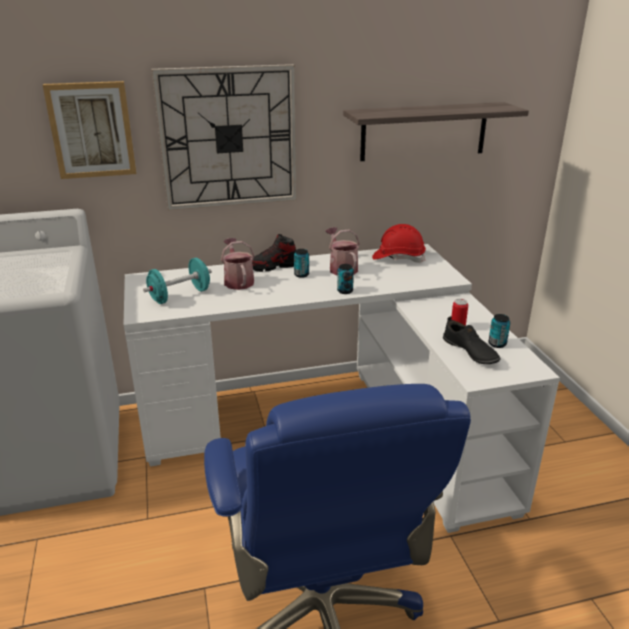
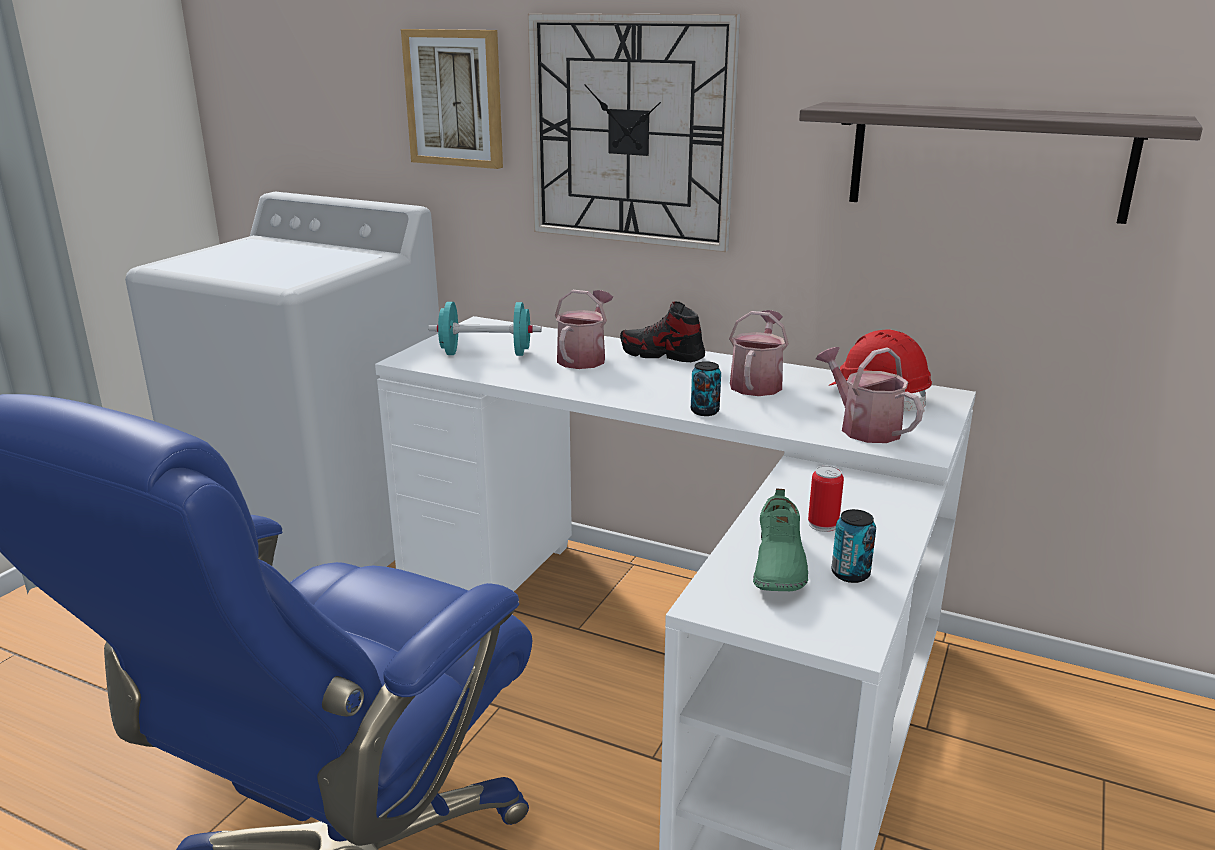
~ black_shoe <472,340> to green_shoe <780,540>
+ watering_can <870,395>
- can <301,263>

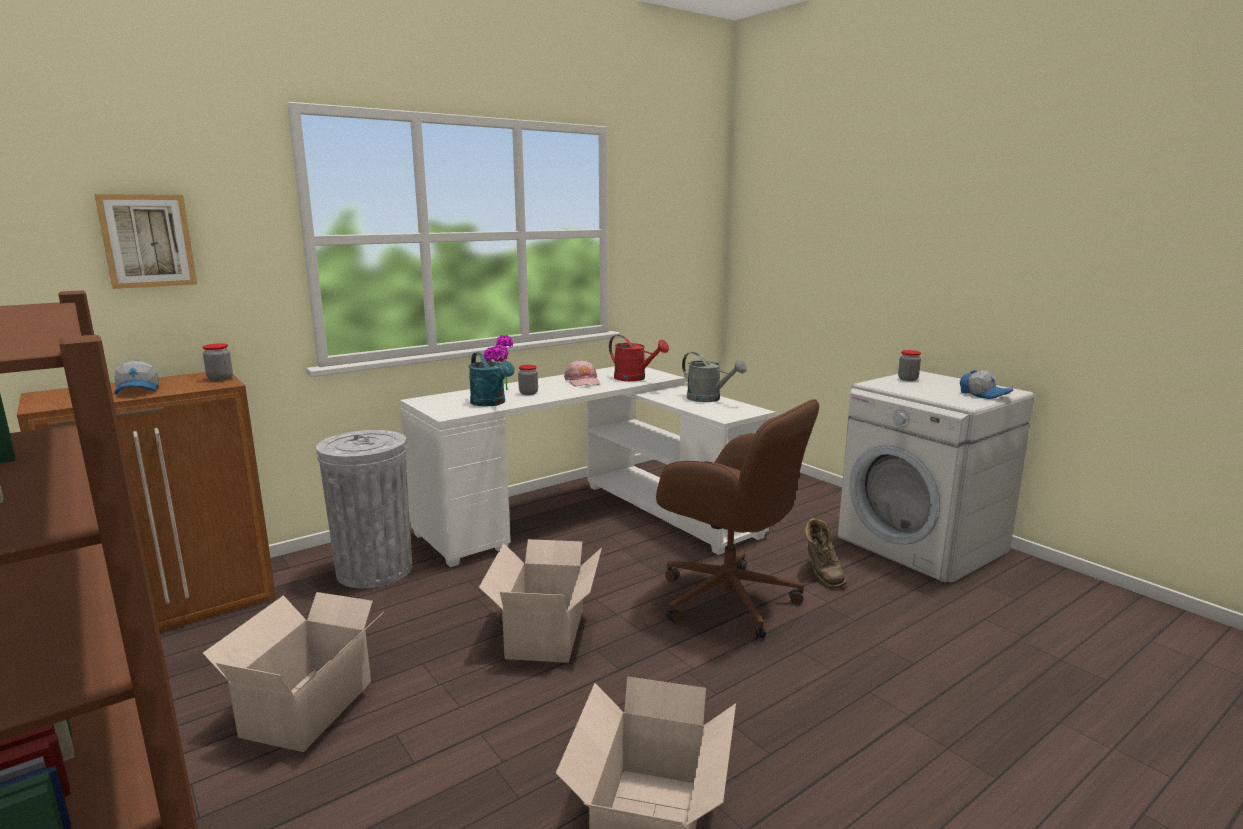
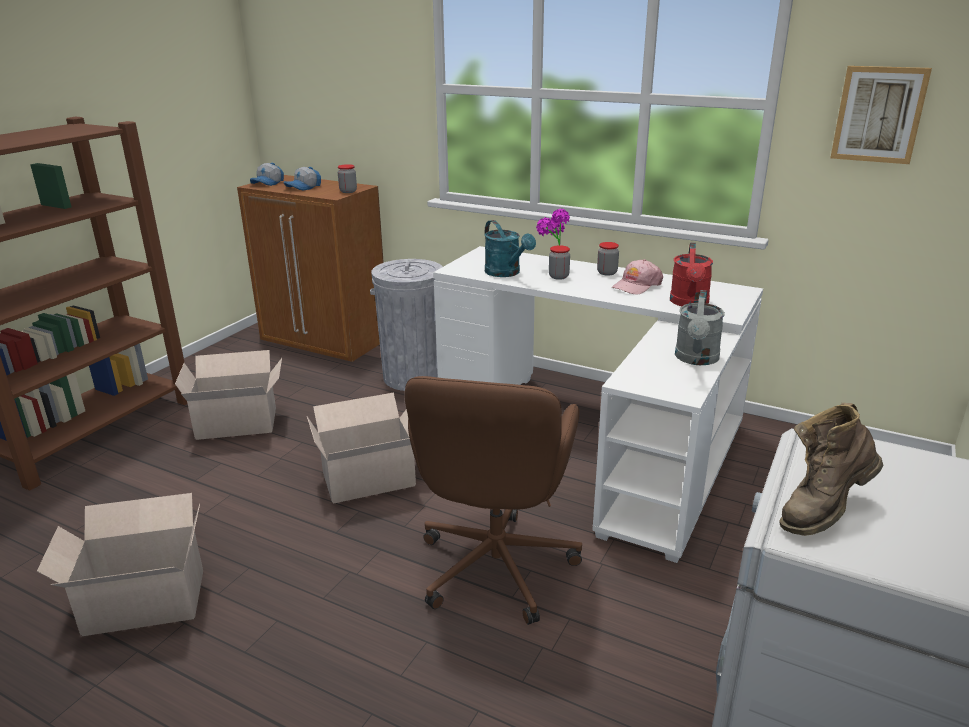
~ cap <986,384> to <267,174>
~ turquoise_watering_can <491,379> = <510,248> 60 degrees counterclockwise
~ jar <909,365> to <608,259>
~ brown_boot <826,553> to <831,469>
~ picture <145,241> to <881,115>

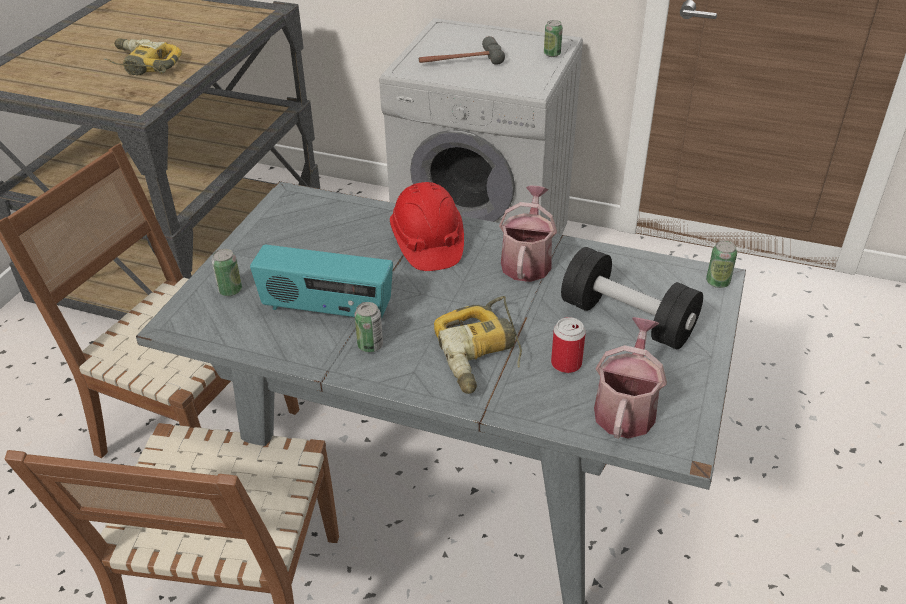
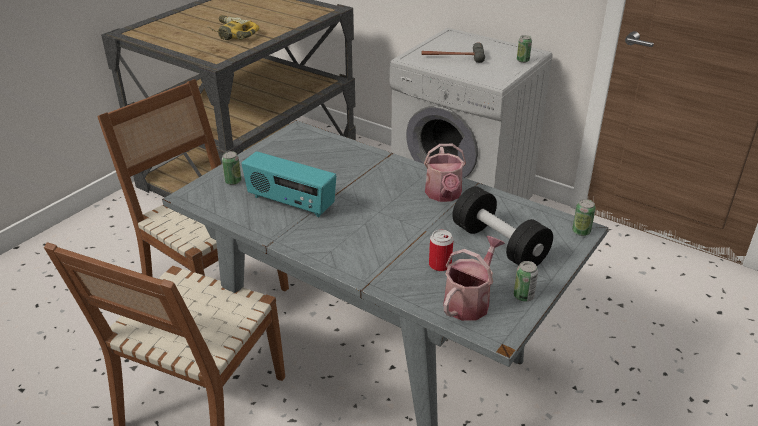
~ watering_can <528,234> = <445,173> 150 degrees clockwise
~ can <368,327> to <526,281>
- red_hard_hat <427,226>
- power_drill <478,345>

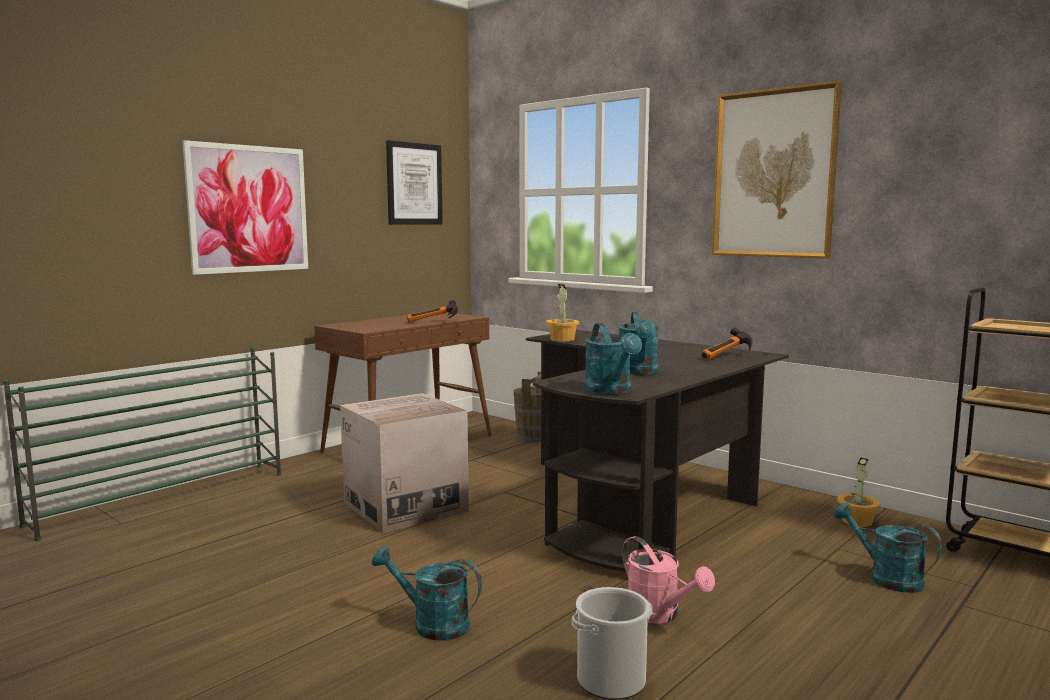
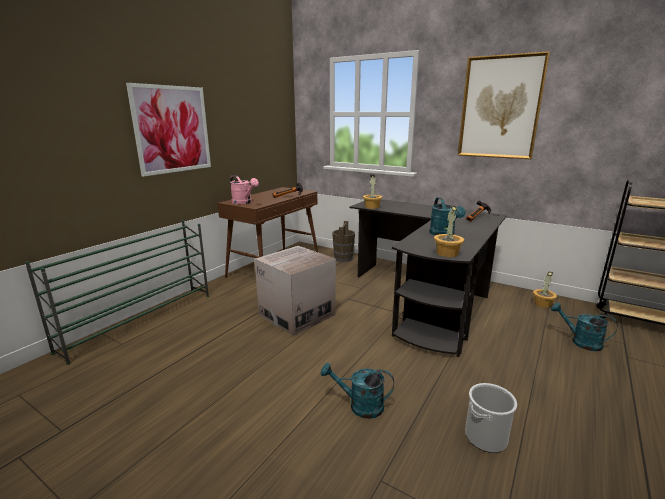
~ pink_watering_can <668,580> to <244,189>
~ turquoise_watering_can <613,359> to potted_plant <449,231>
- picture <414,182>

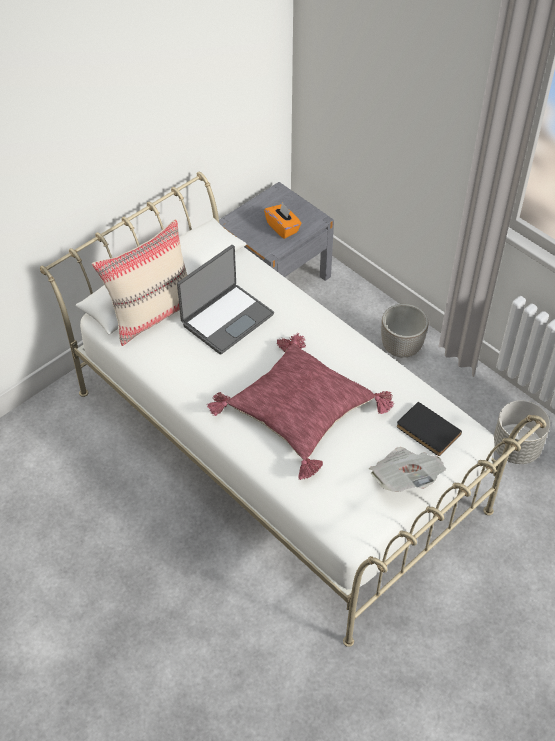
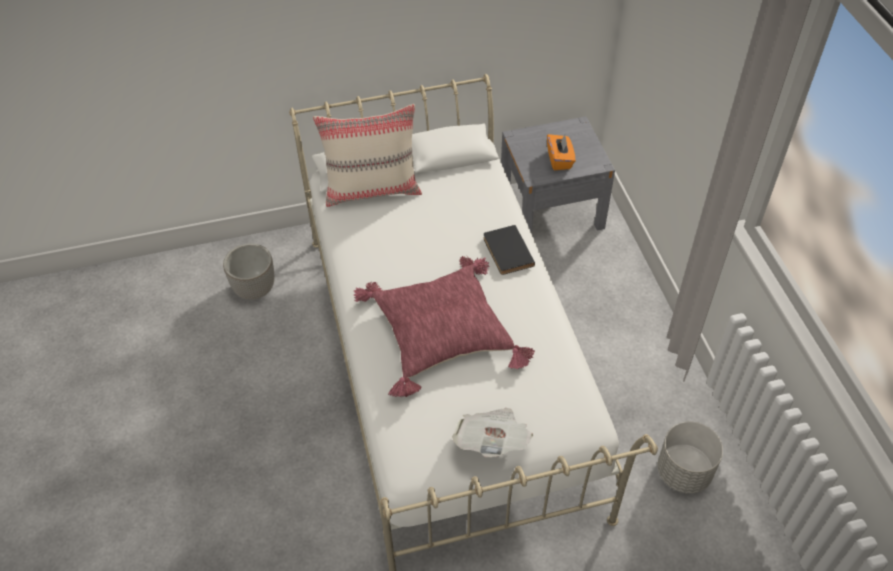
~ planter <404,331> to <248,271>
~ black_book <429,429> to <509,250>
- laptop <225,300>

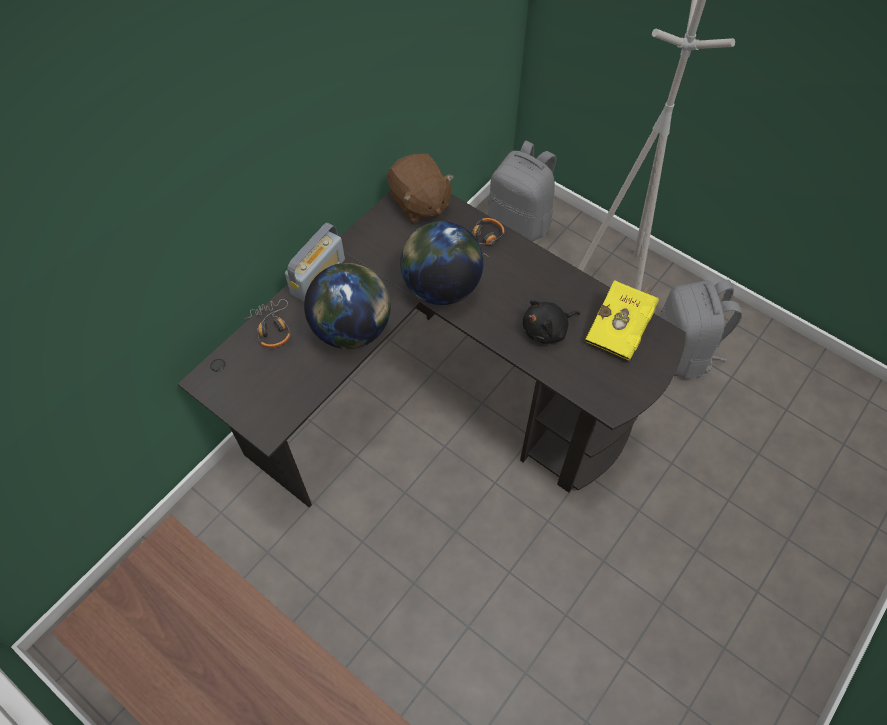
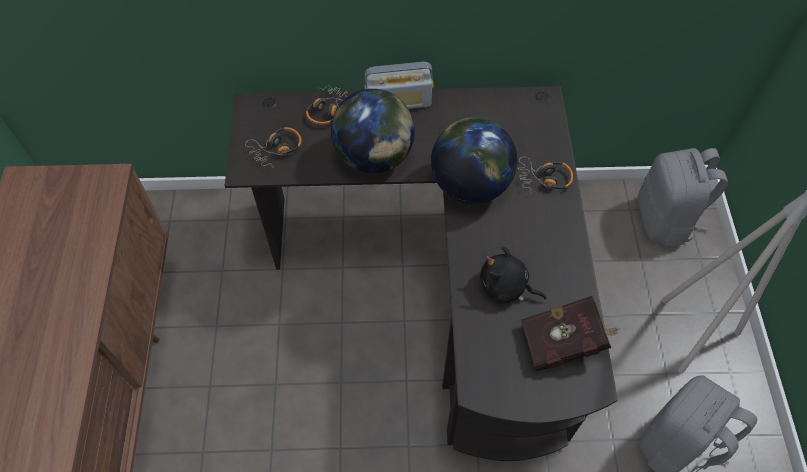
+ headphones <273,147>
~ yellow_book <622,320> to red_book <570,333>
- brown_plush_toy <420,188>

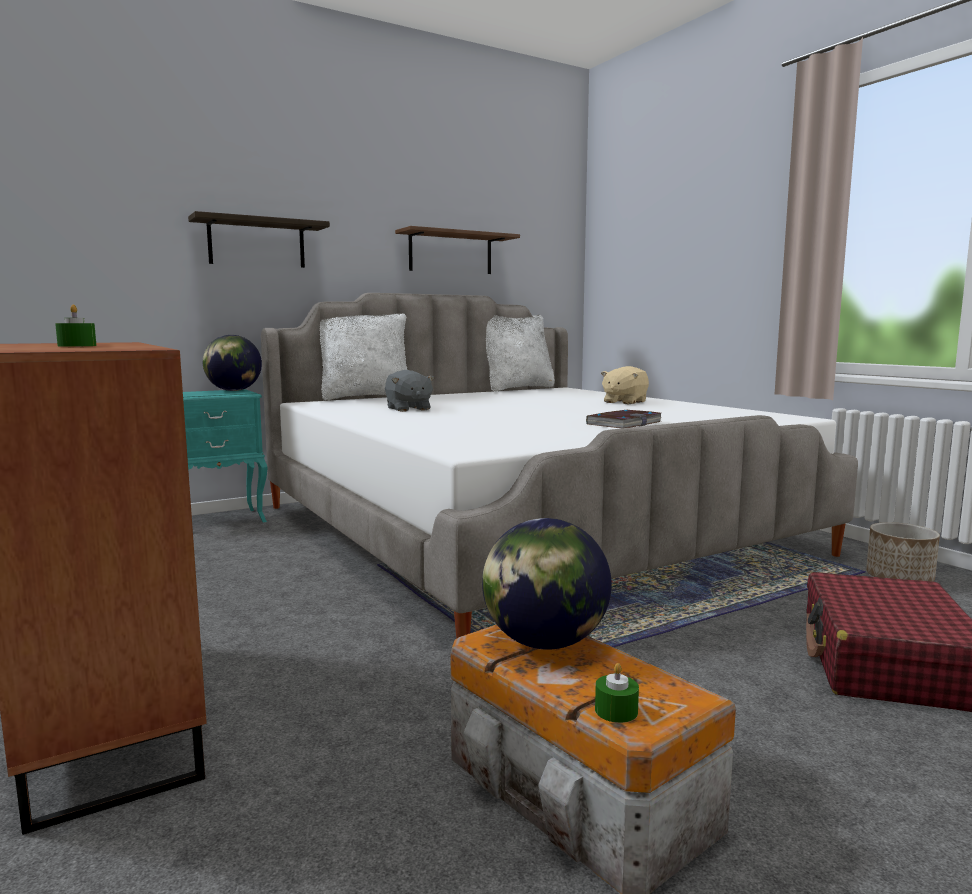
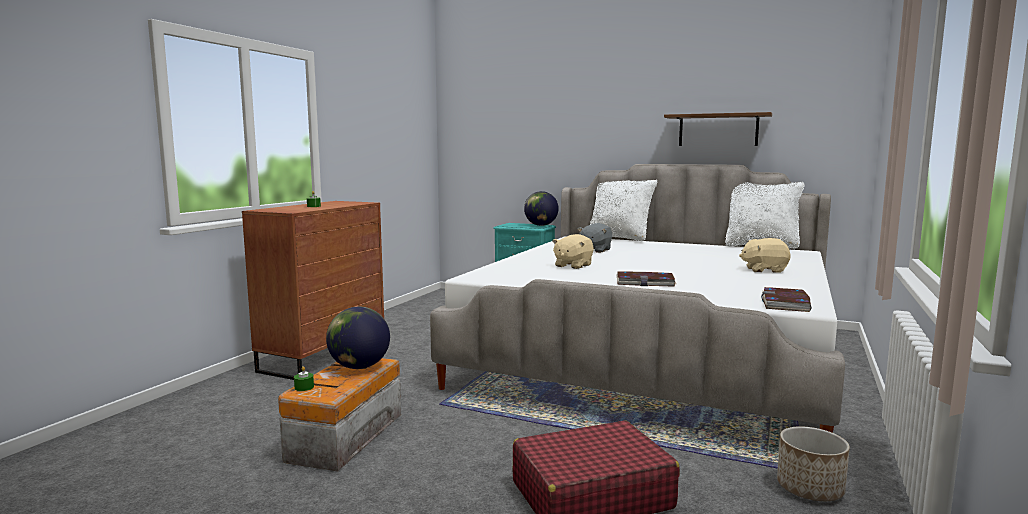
+ beige_plush_toy <573,251>
+ book <786,299>
- shelf <259,239>

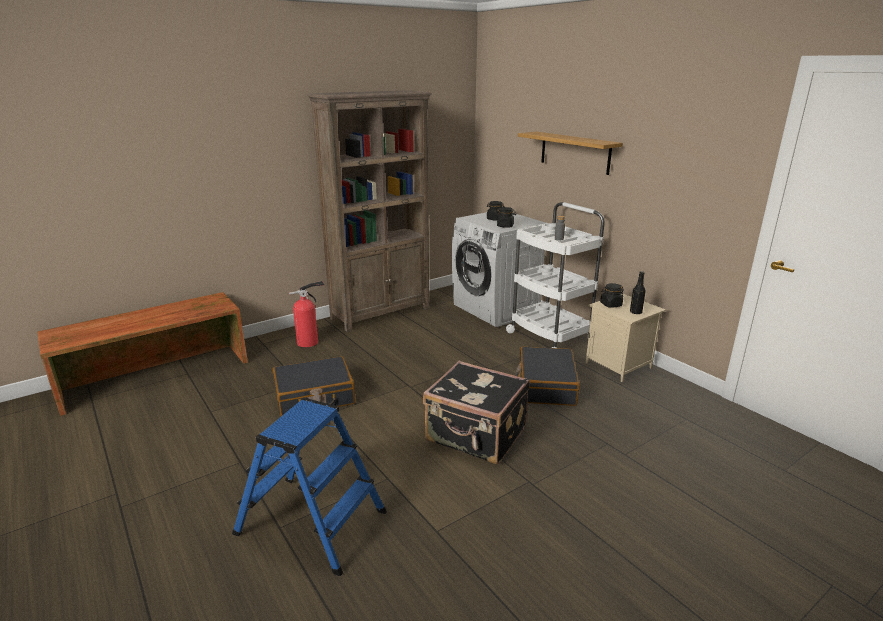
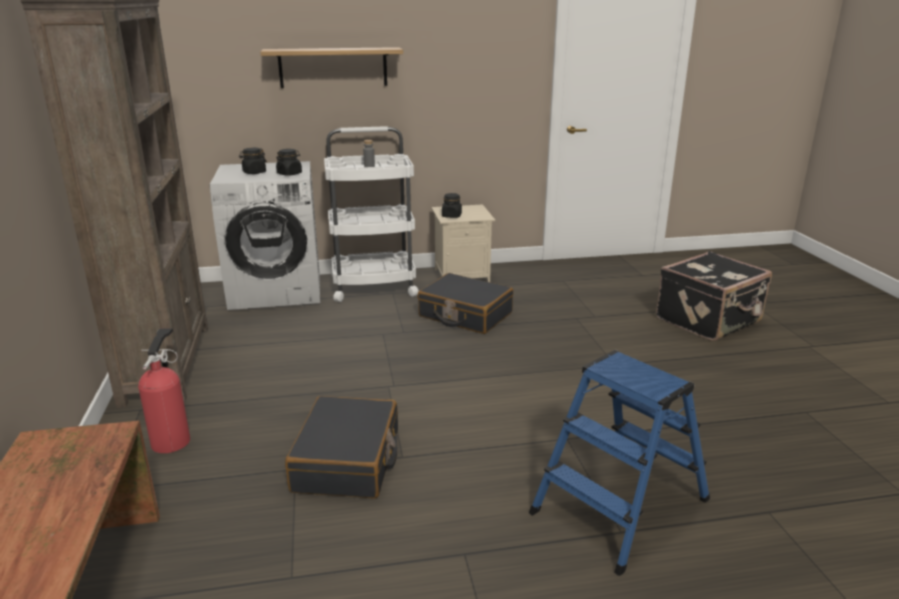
~ black_suitcase <476,412> to <714,296>
- black_bottle <638,292>

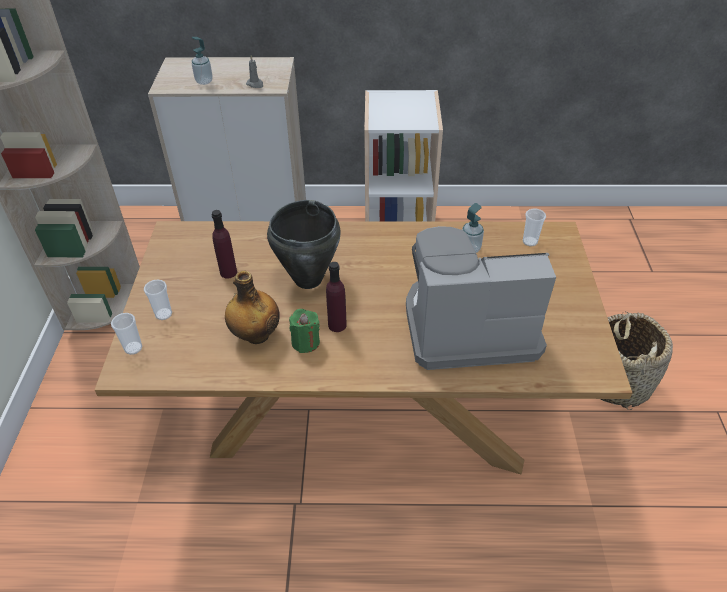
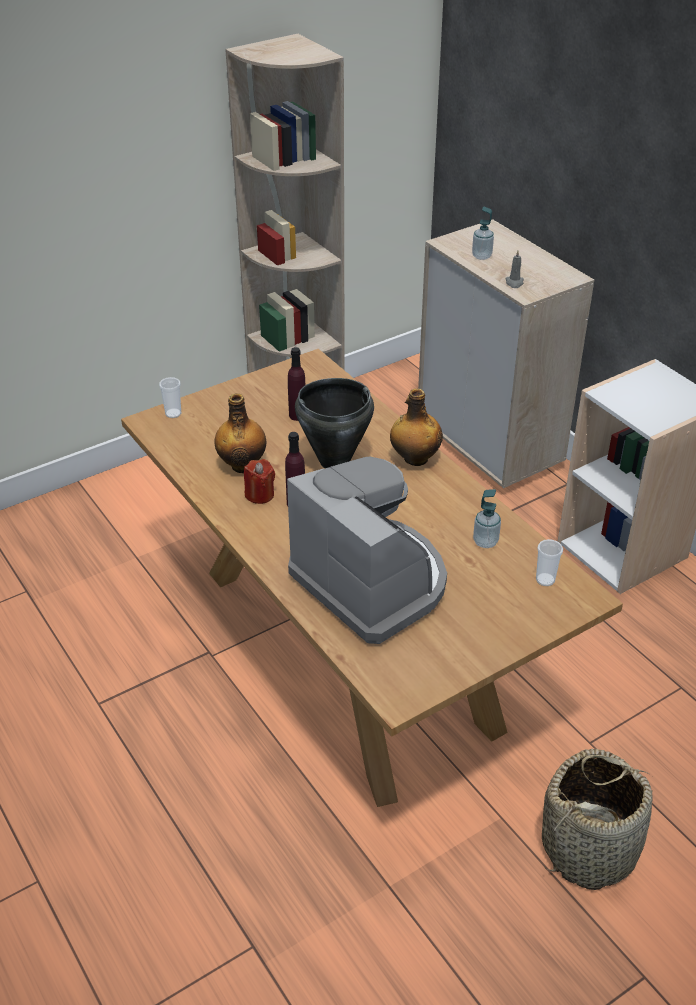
~ green_candle <304,331> to red_candle <259,481>
+ bottle <416,427>
- cup <158,299>

